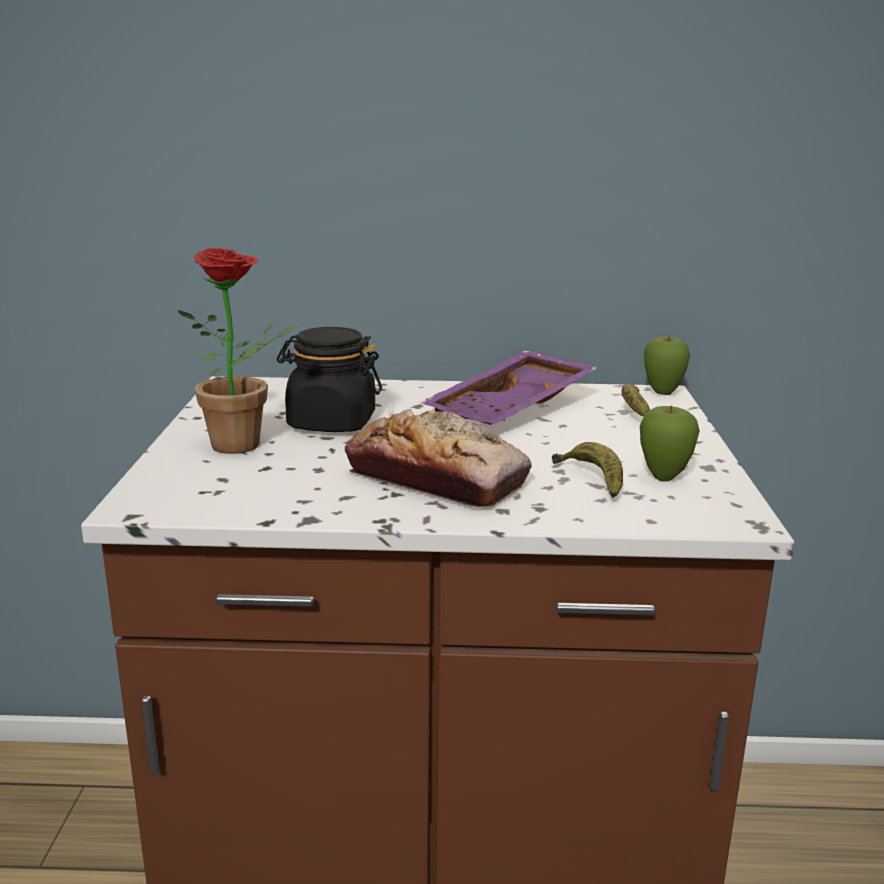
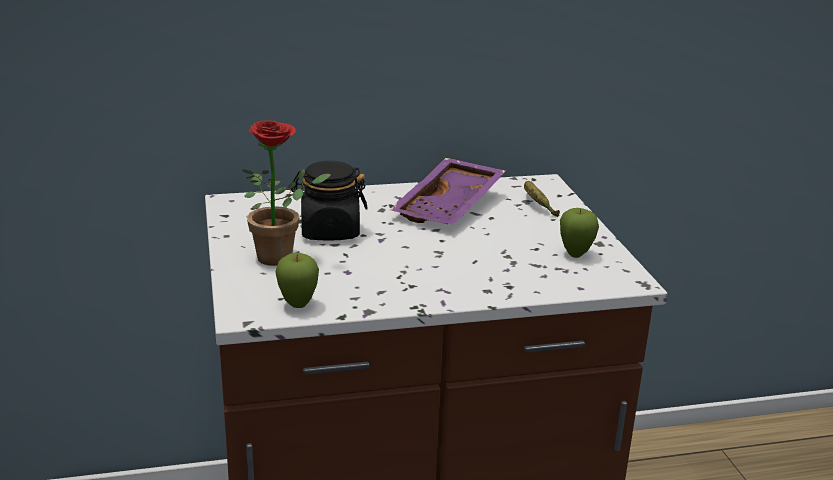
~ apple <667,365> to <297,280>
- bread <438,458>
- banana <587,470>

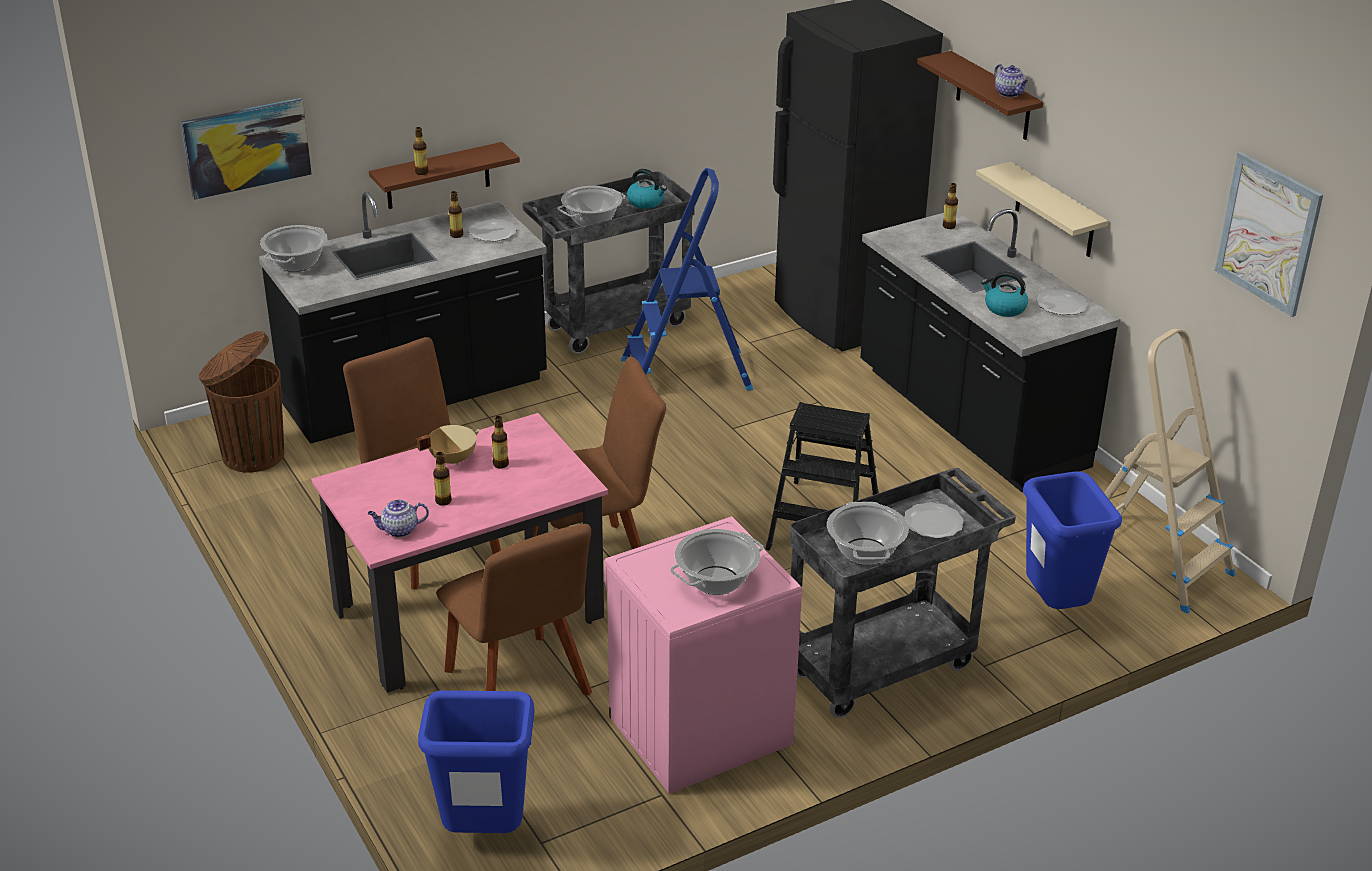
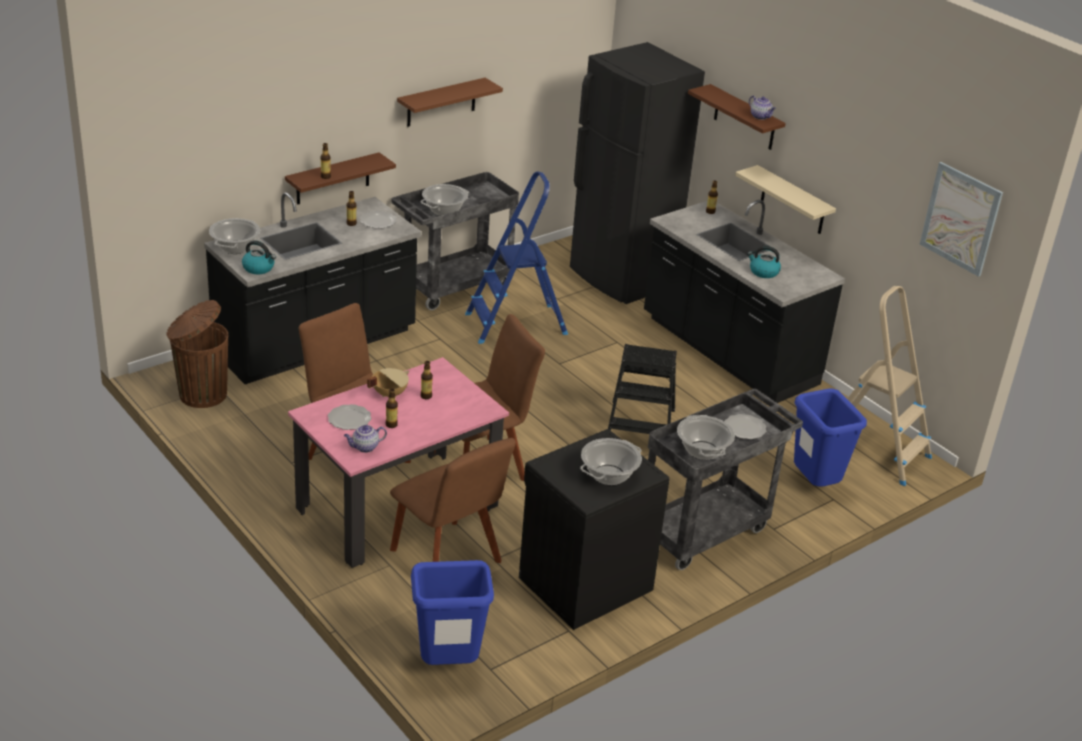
~ kettle <647,189> to <259,257>
~ plate <1062,302> to <349,417>
+ brown_shelf <450,102>
~ pink_washing_machine <703,655> to black_washing_machine <594,529>
- picture <246,149>

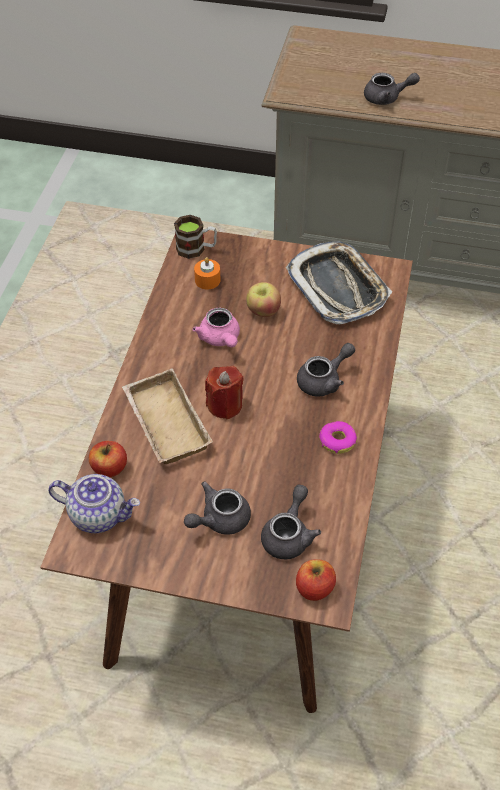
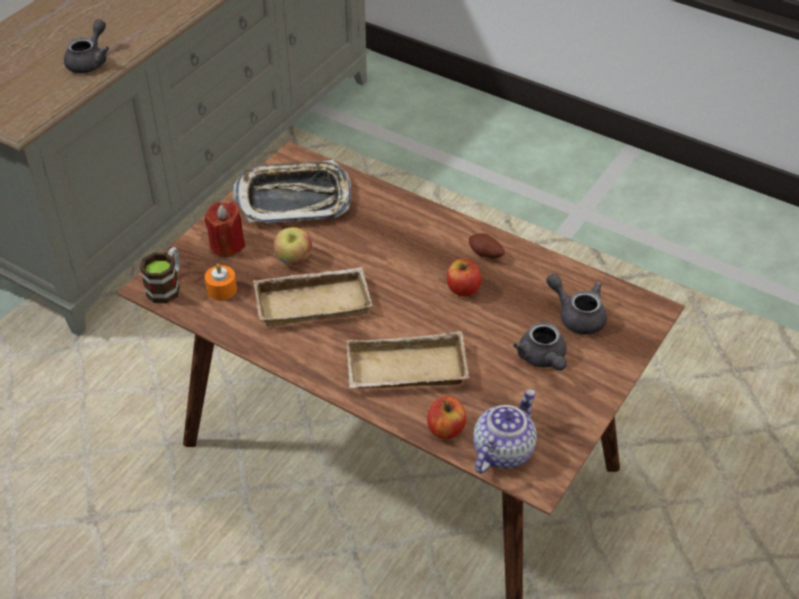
~ red_candle <224,393> to <225,229>
~ pink_teapot <216,327> to beige_tray <313,297>
~ apple <316,580> to <464,278>
~ donut <338,437> to potato <486,246>
- grey_teapot <326,370>

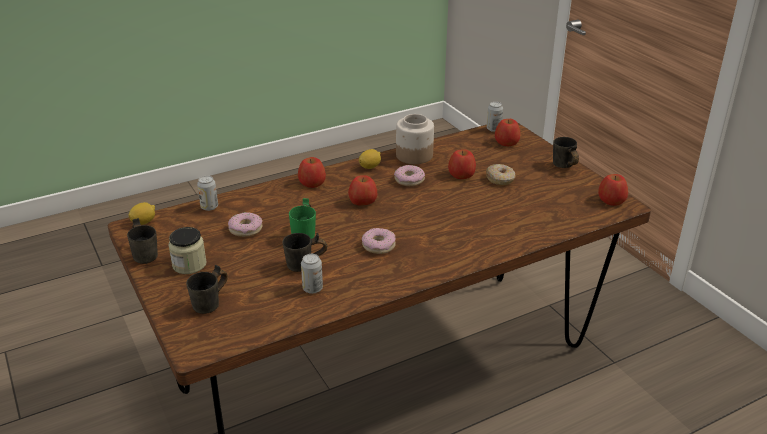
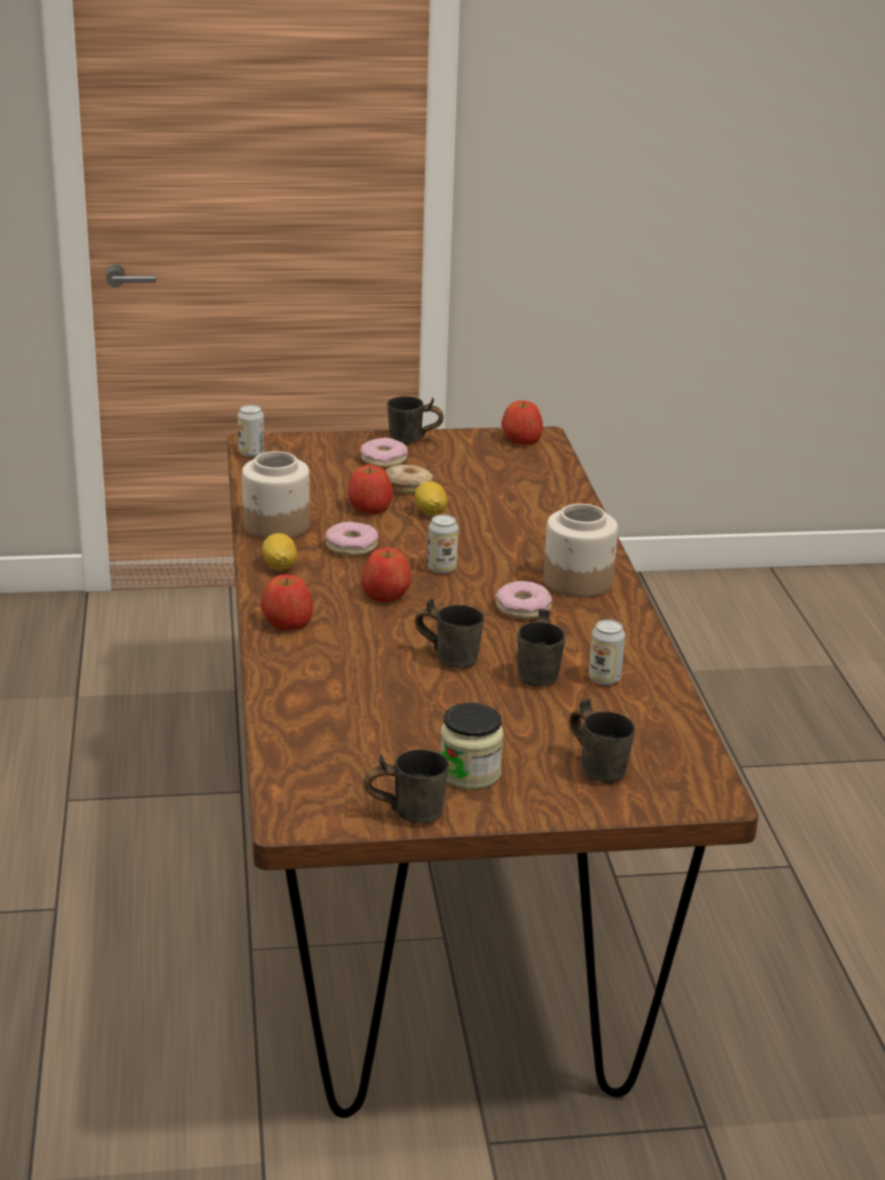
~ donut <245,224> to <384,453>
~ lemon <142,213> to <431,498>
~ green_mug <302,218> to grey_mug <449,633>
~ can <207,193> to <443,544>
+ jar <580,551>
- apple <507,132>

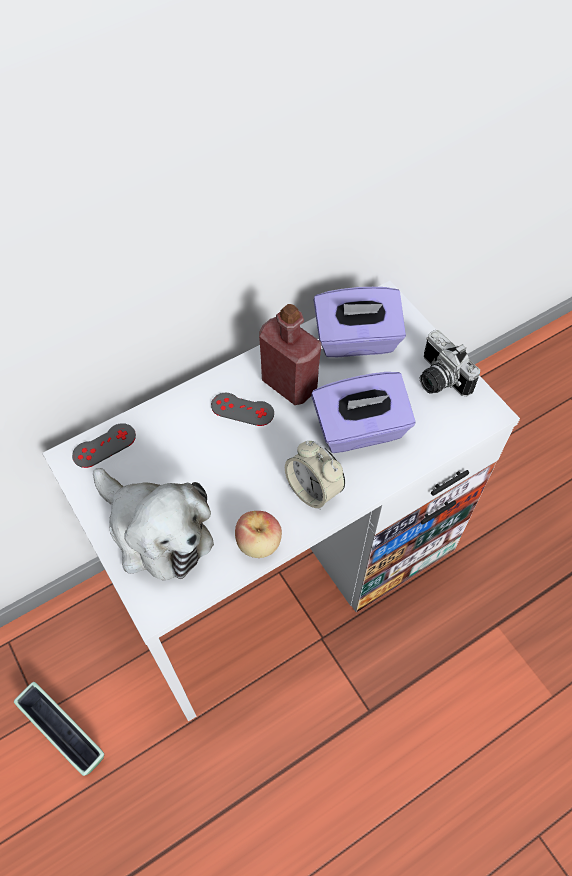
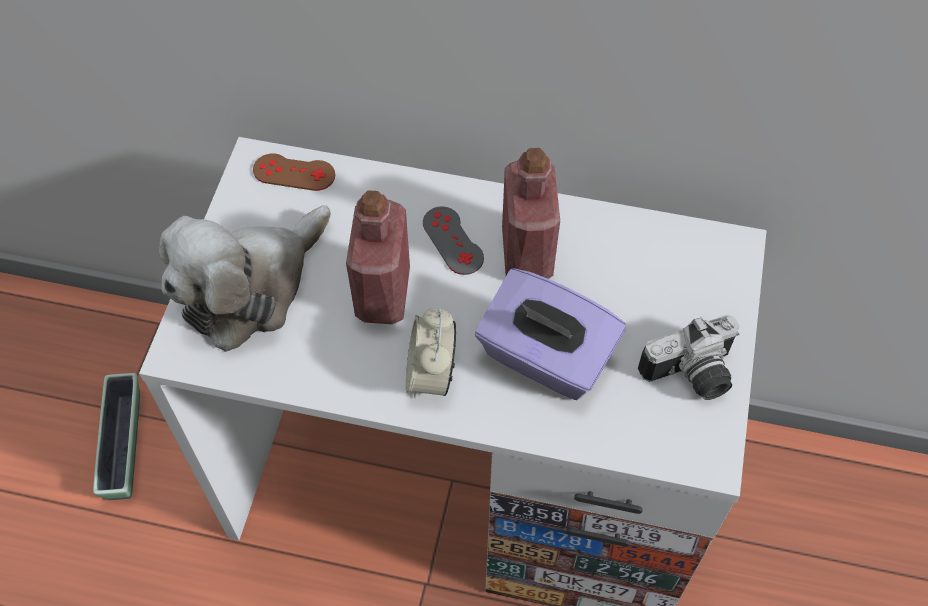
~ plush_toy <153,524> = <245,278> 45 degrees clockwise
~ grey_game_controller <104,445> to brown_game_controller <294,172>
+ red_bottle <378,257>
~ photo_camera <450,363> = <689,357> 120 degrees counterclockwise
- apple <258,534>
- purple_tissue_box <360,322>

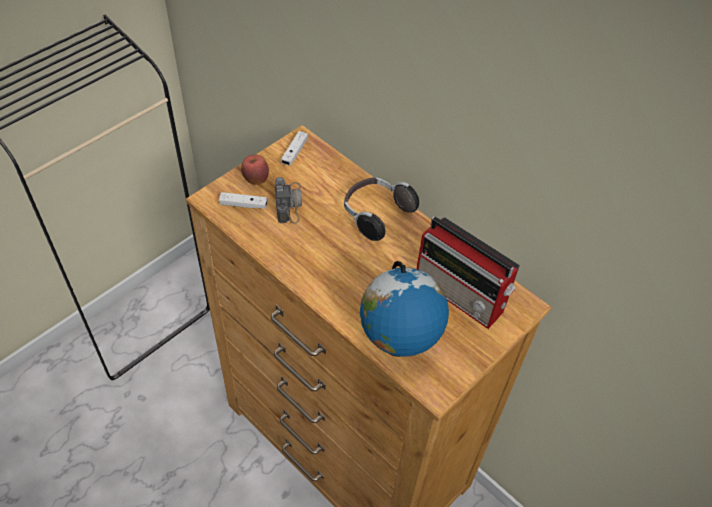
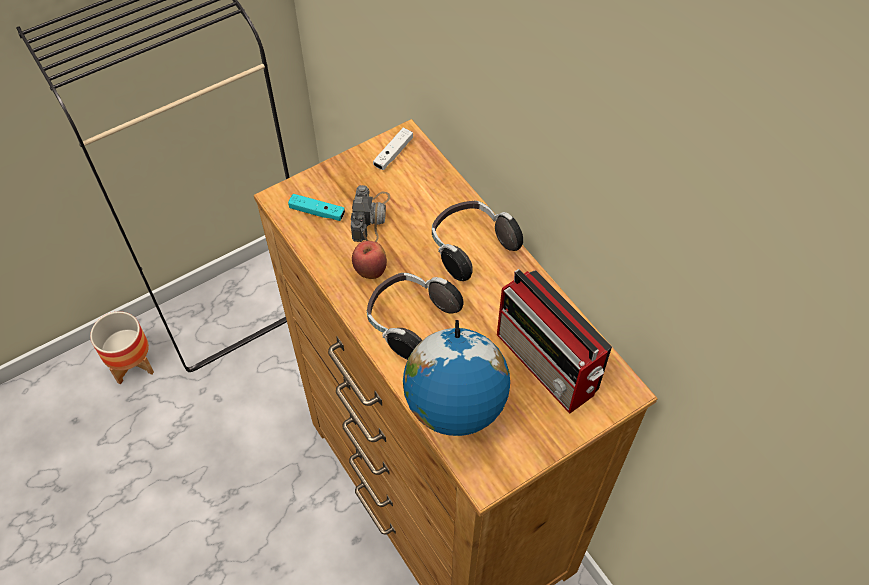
+ planter <122,347>
~ white_game_controller <243,200> to turquoise_game_controller <316,207>
~ apple <255,170> to <369,260>
+ headphones <415,316>

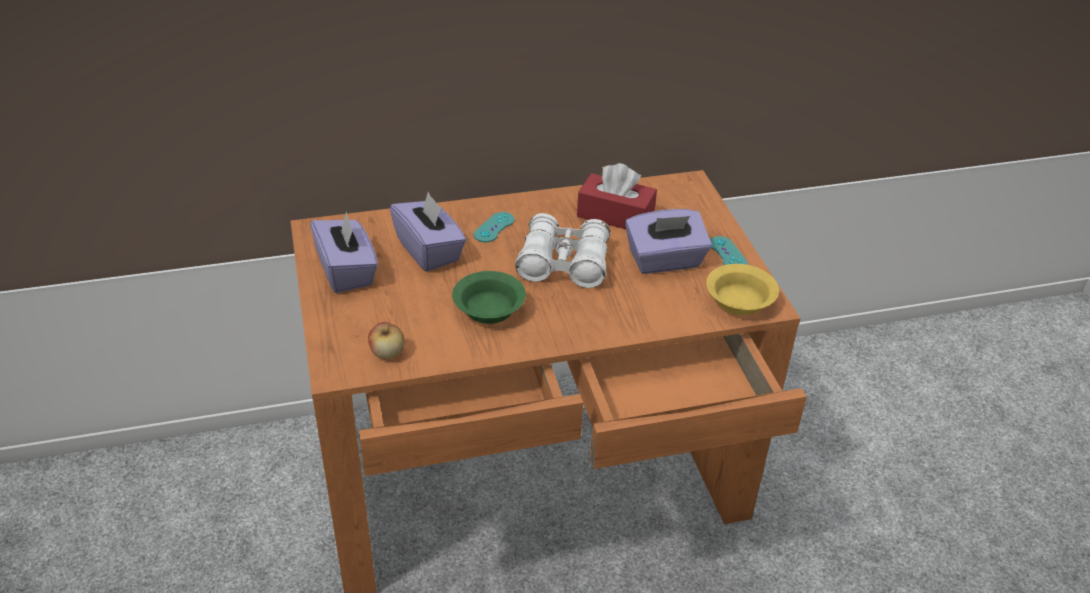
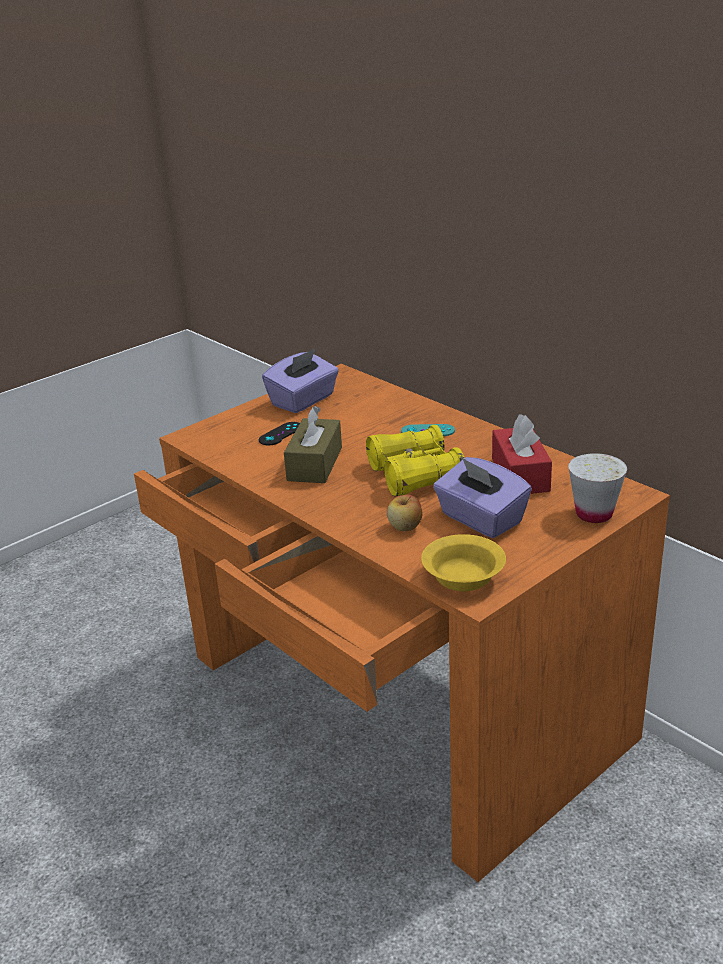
+ black_game_controller <279,433>
~ green_bowl <489,297> to brown_tissue_box <313,444>
~ white_binoculars <562,250> to yellow_binoculars <415,461>
~ apple <386,340> to <405,513>
+ white_cup <597,488>
- purple_tissue_box <428,232>
- turquoise_game_controller <729,250>

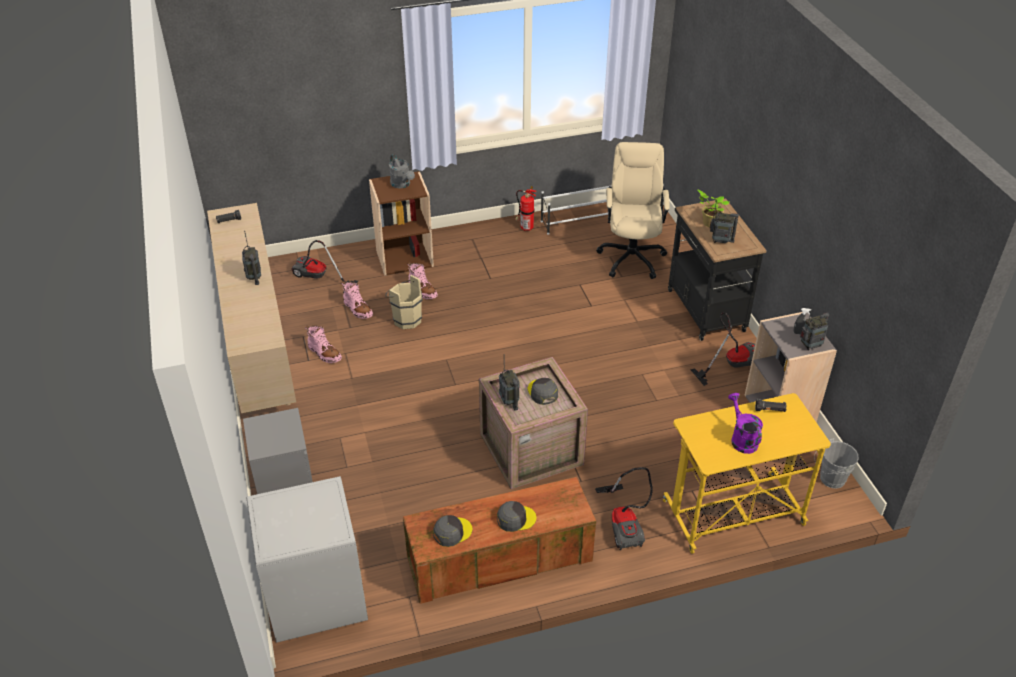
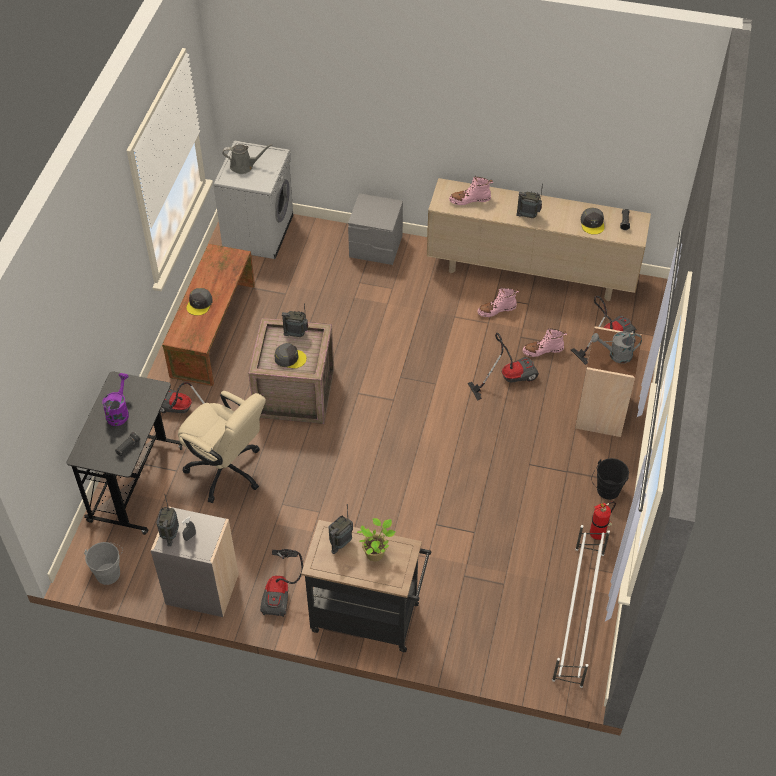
~ yellow_desk <747,473> to black_desk <124,453>
~ purple_watering_can <745,423> = <115,399> 90 degrees counterclockwise
~ beige_office_chair <633,210> to <222,447>
+ grey_watering_can <247,159>
~ pink_boot <422,280> to <471,190>
~ beige_bucket <404,302> to vacuum_cleaner <503,367>
~ grey_cap <452,531> to <593,221>
+ black_bucket <610,479>

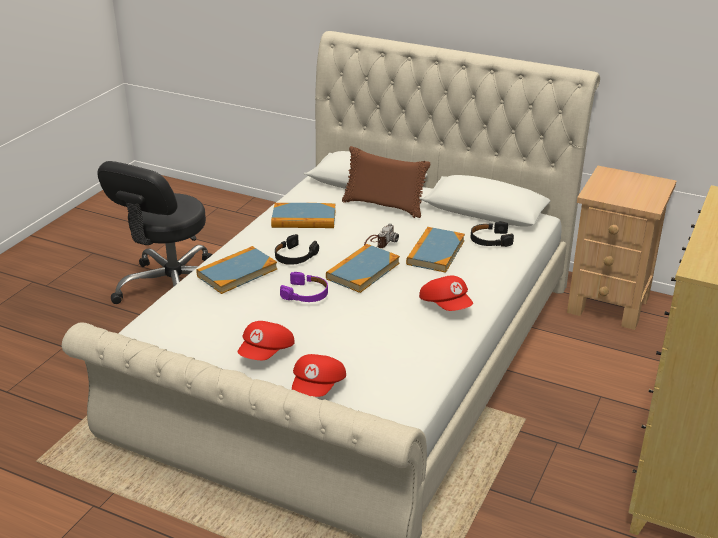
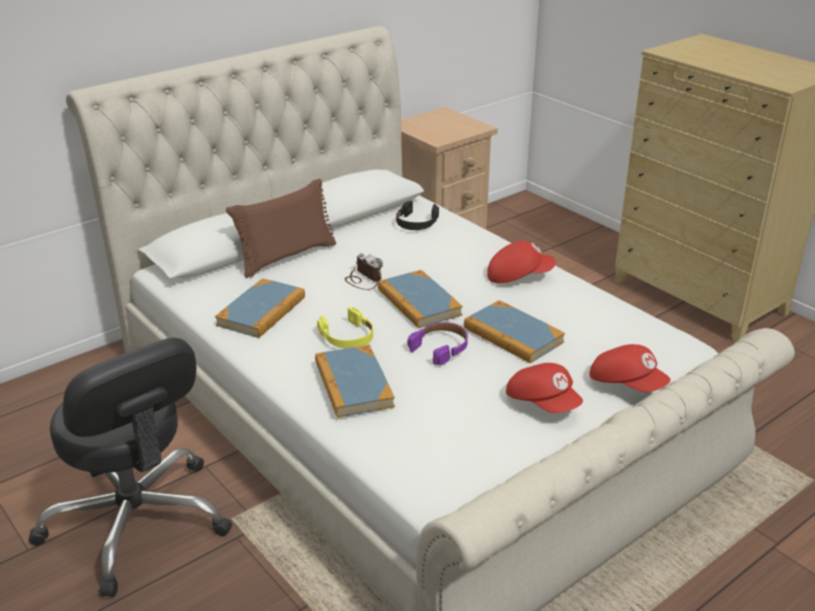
~ black_headphones <297,249> to yellow_headphones <345,328>
~ book <435,250> to <514,331>

